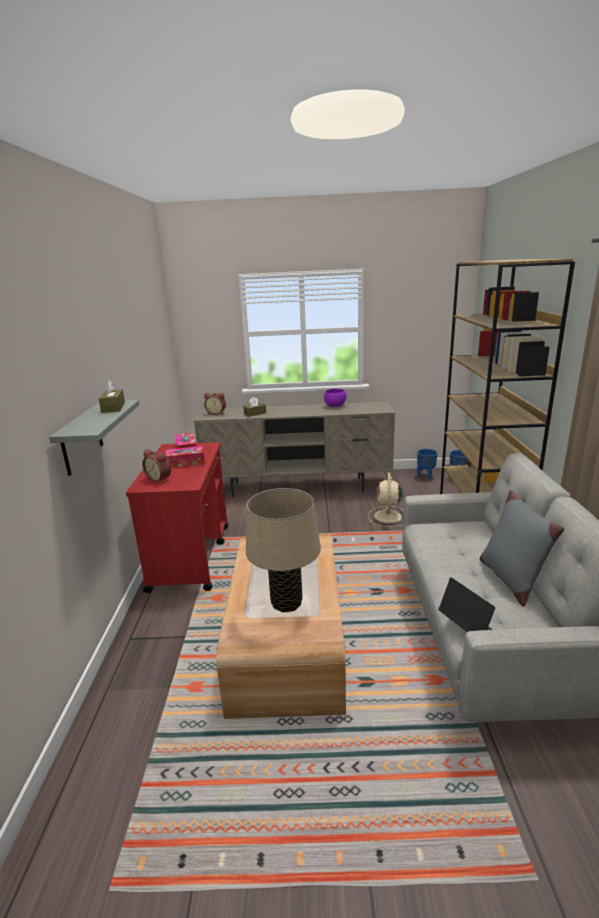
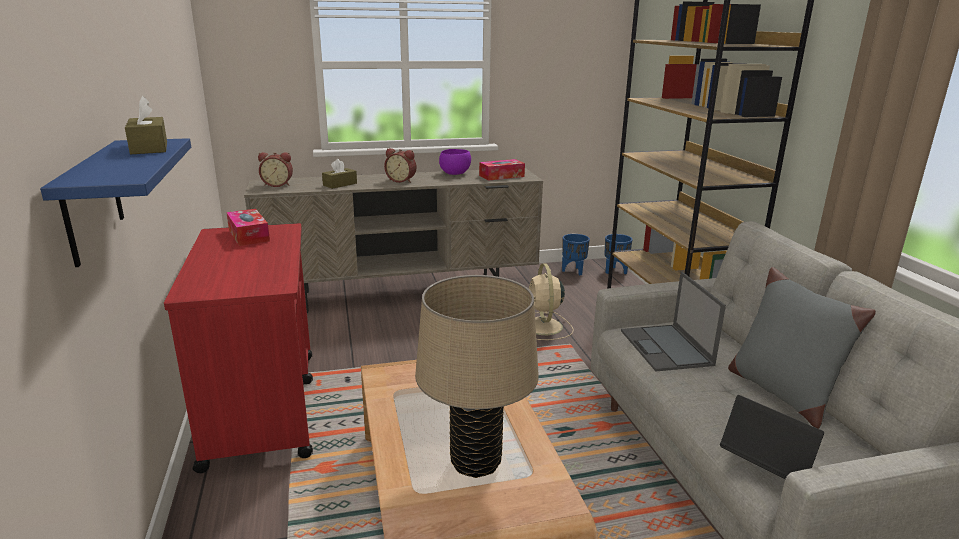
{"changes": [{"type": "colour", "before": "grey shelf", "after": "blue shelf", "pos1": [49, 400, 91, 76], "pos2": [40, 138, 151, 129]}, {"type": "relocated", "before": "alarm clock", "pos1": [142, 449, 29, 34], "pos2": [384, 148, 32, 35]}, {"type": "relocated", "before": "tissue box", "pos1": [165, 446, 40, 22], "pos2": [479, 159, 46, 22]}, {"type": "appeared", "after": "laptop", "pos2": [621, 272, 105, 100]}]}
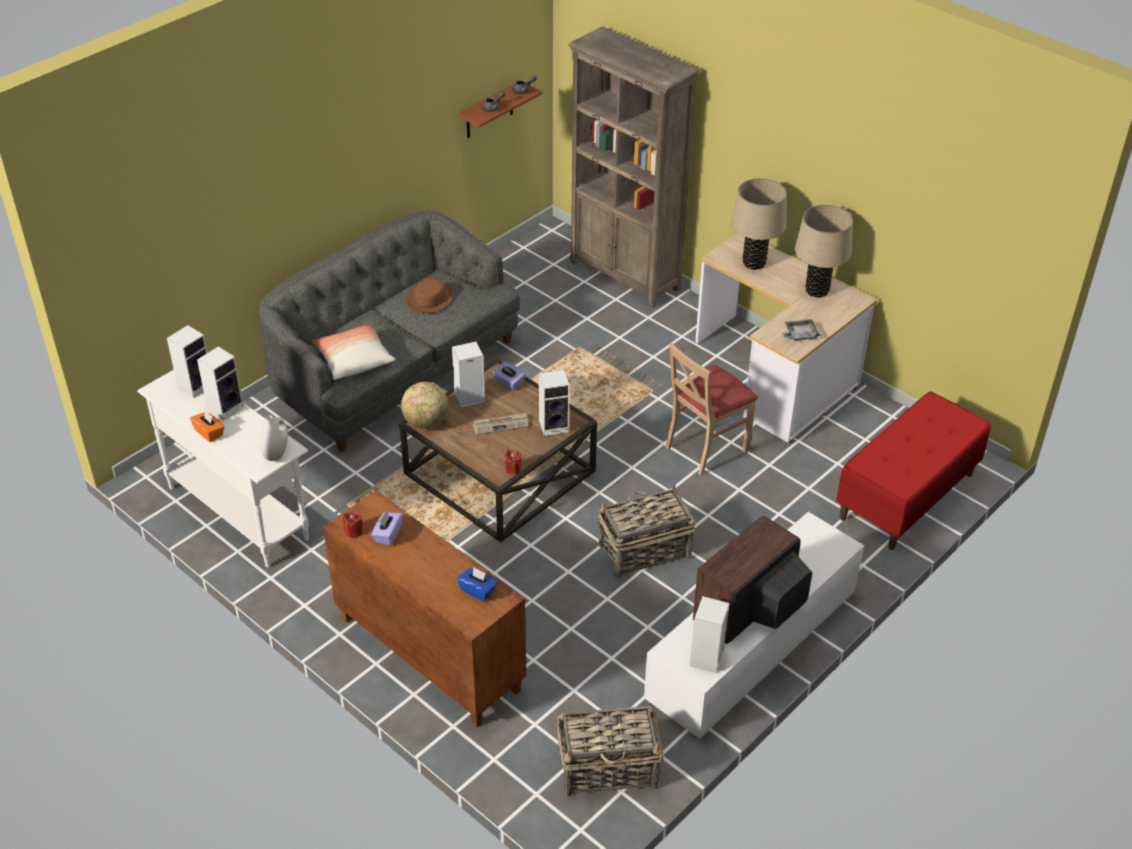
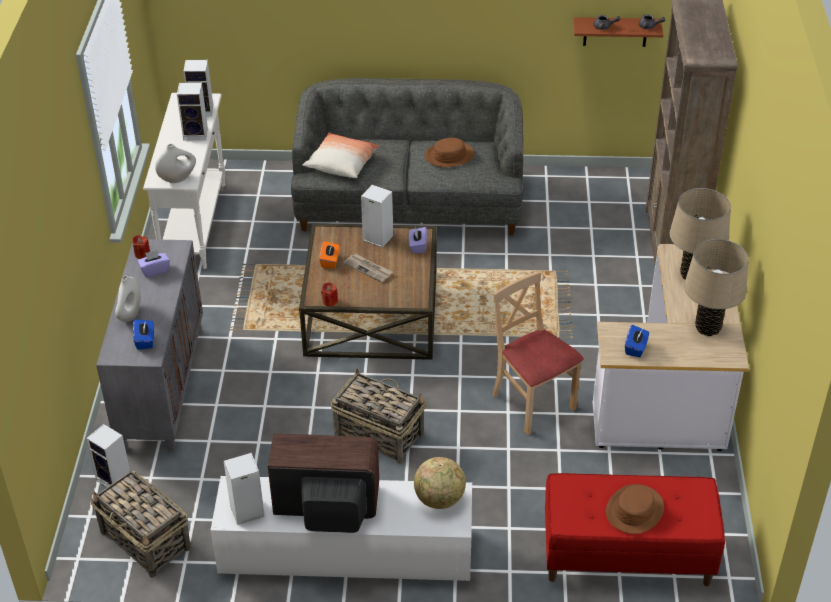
{"changes": [{"type": "relocated", "before": "orange tissue box", "pos1": [190, 410, 35, 32], "pos2": [319, 241, 20, 27]}, {"type": "colour", "before": "brown cabinet", "after": "grey cabinet", "pos1": [323, 491, 203, 236], "pos2": [96, 239, 107, 213]}, {"type": "relocated", "before": "globe", "pos1": [401, 382, 47, 47], "pos2": [414, 457, 52, 52]}, {"type": "relocated", "before": "speaker", "pos1": [539, 370, 31, 66], "pos2": [86, 424, 44, 63]}, {"type": "spun", "before": "beige chair", "pos1": [666, 343, 92, 132], "pos2": [493, 272, 91, 163], "turn": 45}, {"type": "exchanged", "before": "grey tray", "after": "blue tissue box", "pos1": [782, 319, 38, 22], "pos2": [625, 325, 24, 32]}, {"type": "appeared", "after": "white vase", "pos2": [115, 275, 26, 47]}, {"type": "appeared", "after": "brown hat", "pos2": [606, 484, 58, 50]}]}
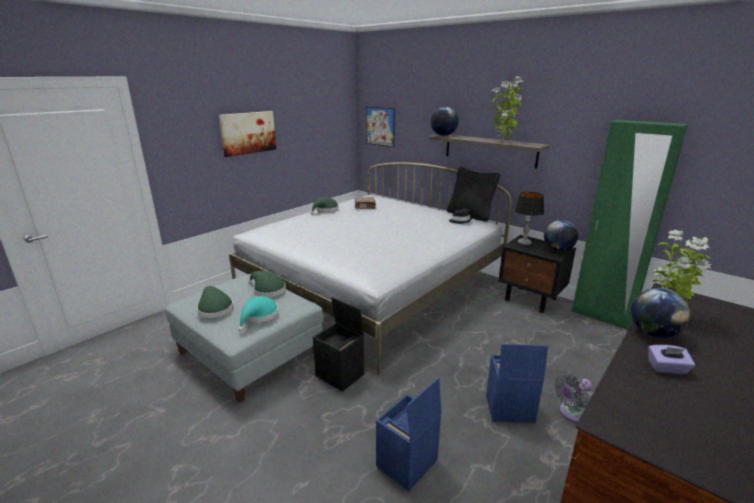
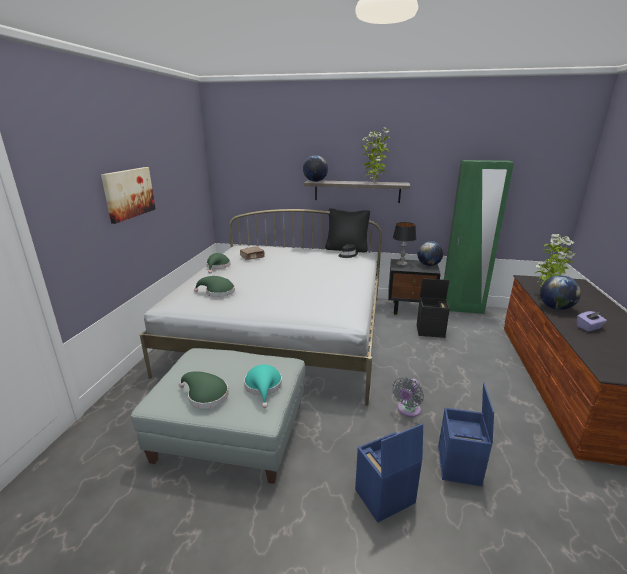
{"changes": [{"type": "relocated", "before": "green hat", "pos1": [248, 271, 38, 26], "pos2": [194, 276, 41, 21]}, {"type": "relocated", "before": "black storage box", "pos1": [313, 297, 51, 95], "pos2": [417, 278, 33, 60]}, {"type": "missing", "before": "picture", "pos1": [366, 107, 29, 40]}, {"type": "relocated", "before": "blue storage box", "pos1": [486, 344, 62, 79], "pos2": [355, 424, 68, 99]}, {"type": "relocated", "before": "grey fan", "pos1": [554, 371, 38, 52], "pos2": [392, 377, 32, 40]}]}
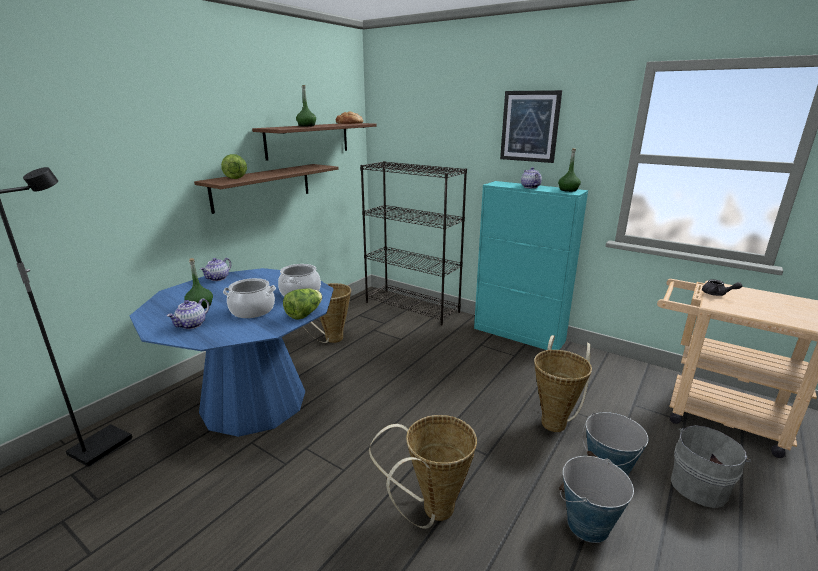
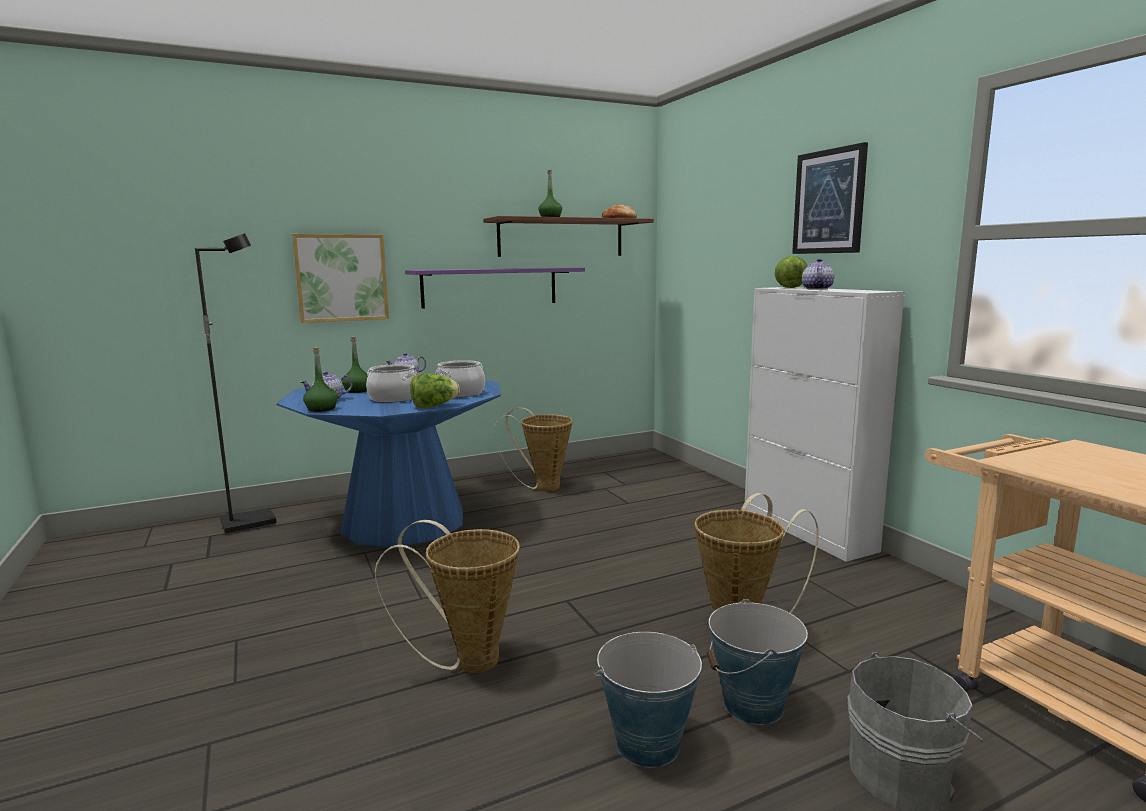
{"changes": [{"type": "colour", "before": "brown shelf", "after": "purple shelf", "pos1": [194, 164, 144, 50], "pos2": [405, 267, 180, 41]}, {"type": "relocated", "before": "lettuce", "pos1": [221, 154, 26, 25], "pos2": [775, 256, 33, 32]}, {"type": "missing", "before": "black bookcase", "pos1": [360, 161, 107, 164]}, {"type": "colour", "before": "turquoise cabinet", "after": "white cabinet", "pos1": [474, 181, 114, 169], "pos2": [745, 287, 160, 275]}, {"type": "relocated", "before": "green bottle", "pos1": [558, 148, 23, 44], "pos2": [303, 347, 35, 65]}, {"type": "missing", "before": "grey teapot", "pos1": [702, 279, 40, 17]}, {"type": "appeared", "after": "picture", "pos2": [292, 234, 97, 89]}]}
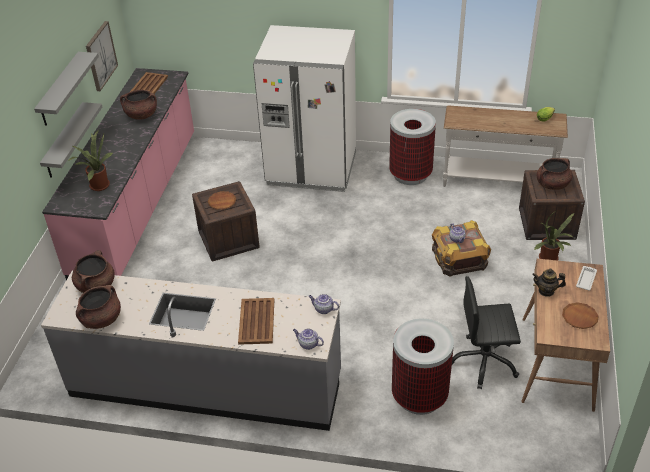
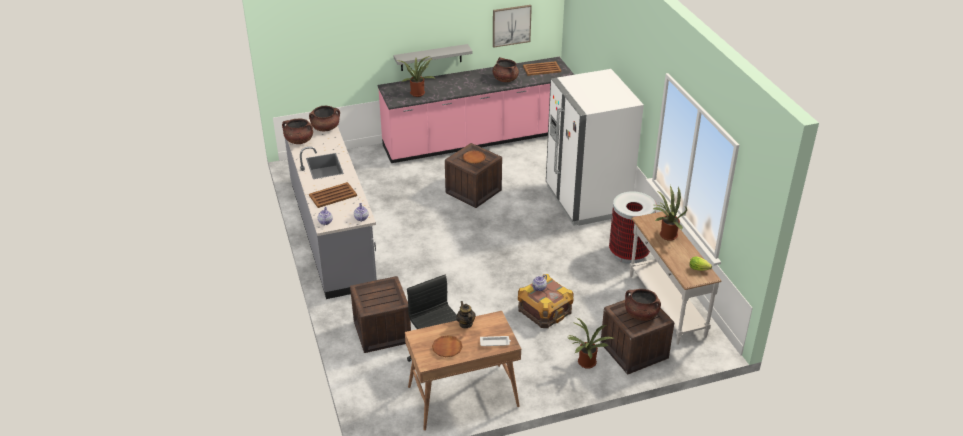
{"changes": [{"type": "missing", "before": "grey shelf", "pos1": [34, 52, 65, 74]}, {"type": "exchanged", "before": "trash can", "after": "crate", "pos1": [392, 318, 62, 97], "pos2": [350, 276, 61, 77]}, {"type": "appeared", "after": "potted plant", "pos2": [653, 186, 34, 55]}]}
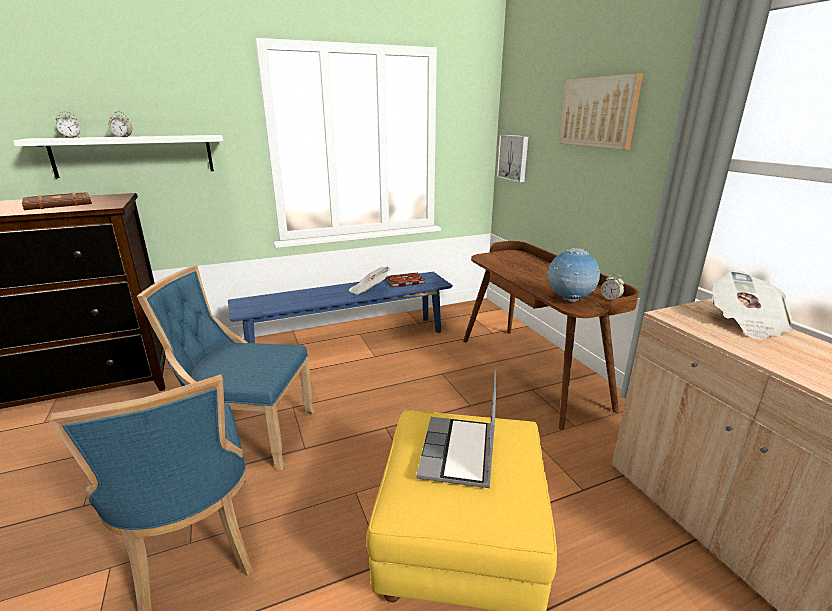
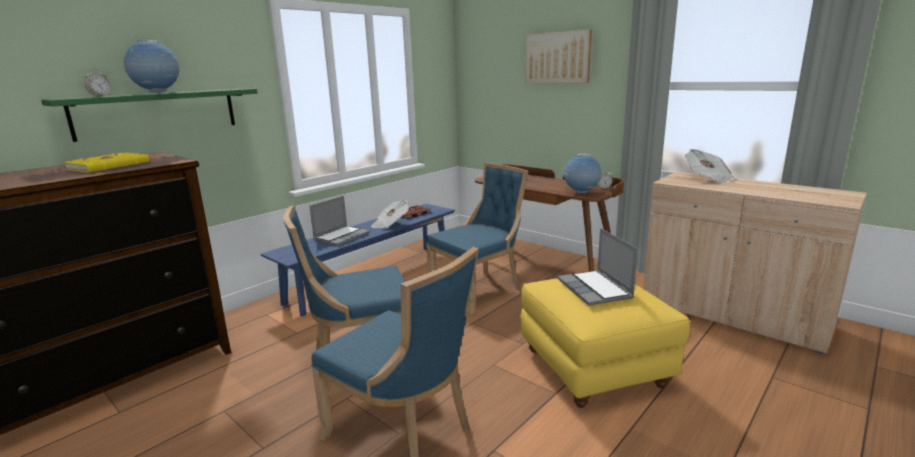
{"changes": [{"type": "colour", "before": "white shelf", "after": "green shelf", "pos1": [13, 135, 210, 43], "pos2": [41, 89, 217, 53]}, {"type": "colour", "before": "brown book", "after": "yellow book", "pos1": [22, 192, 70, 18], "pos2": [63, 152, 87, 21]}, {"type": "exchanged", "before": "alarm clock", "after": "globe", "pos1": [108, 111, 24, 26], "pos2": [124, 40, 55, 53]}, {"type": "missing", "before": "picture", "pos1": [497, 135, 31, 47]}, {"type": "appeared", "after": "laptop", "pos2": [309, 196, 61, 50]}, {"type": "appeared", "after": "blue chair", "pos2": [426, 163, 102, 151]}]}
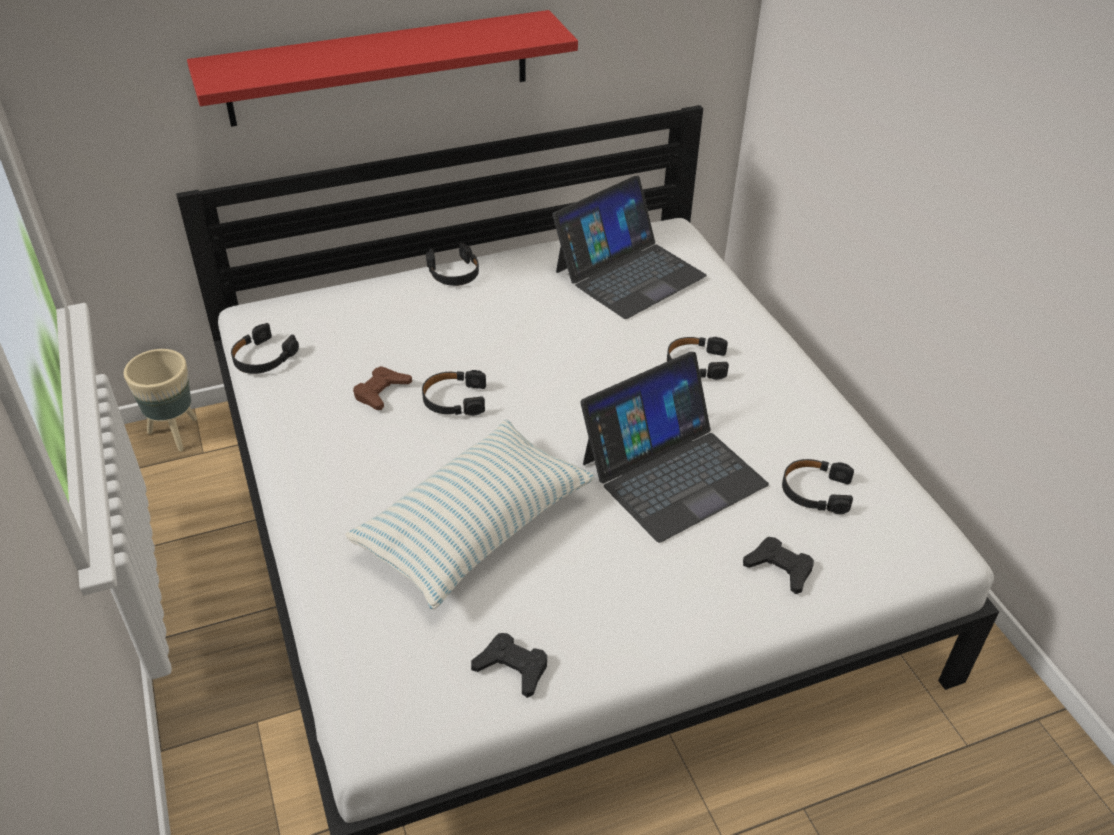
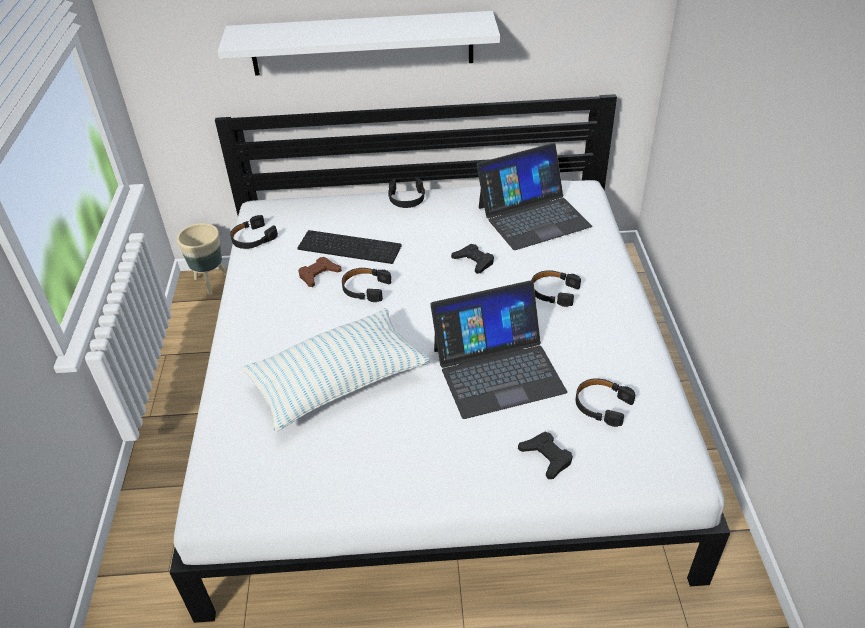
{"changes": [{"type": "colour", "before": "red shelf", "after": "white shelf", "pos1": [187, 10, 391, 117], "pos2": [218, 11, 282, 65]}, {"type": "relocated", "before": "black game controller", "pos1": [471, 633, 76, 65], "pos2": [451, 244, 43, 30]}, {"type": "appeared", "after": "keyboard", "pos2": [298, 230, 104, 34]}]}
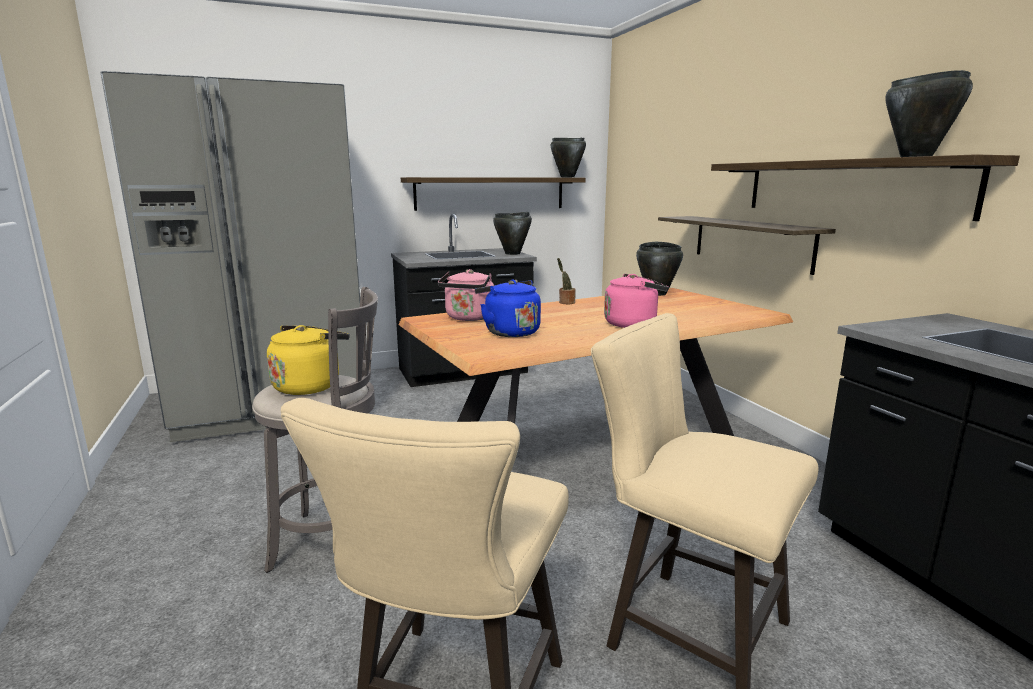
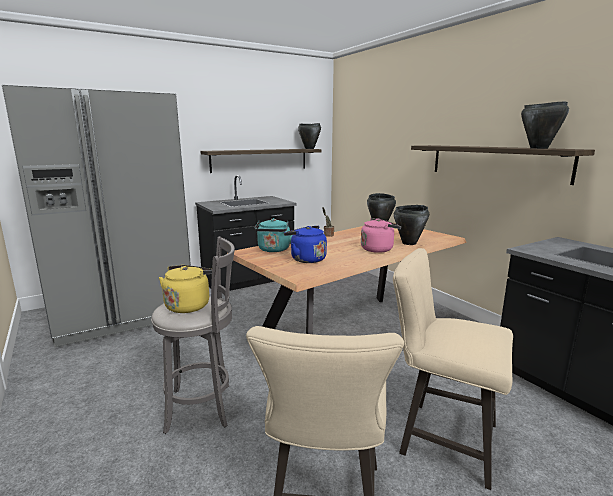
{"changes": [{"type": "colour", "before": "pink kettle", "after": "turquoise kettle", "pos1": [438, 269, 56, 52], "pos2": [254, 218, 38, 34]}, {"type": "relocated", "before": "black cooking pot", "pos1": [493, 212, 39, 43], "pos2": [394, 205, 35, 40]}, {"type": "missing", "before": "shelf", "pos1": [658, 216, 178, 59]}]}
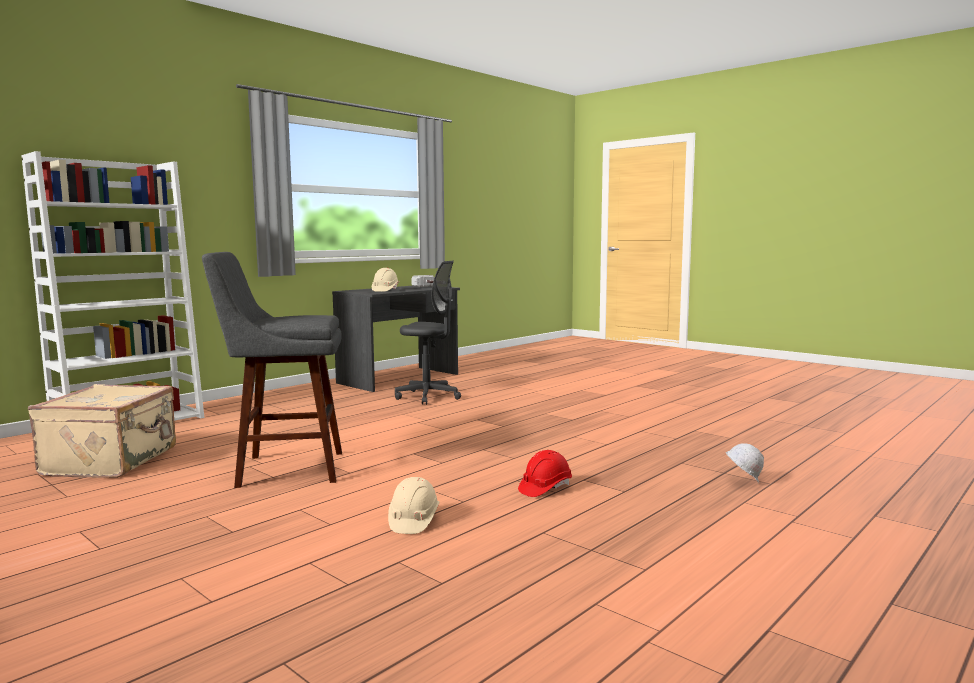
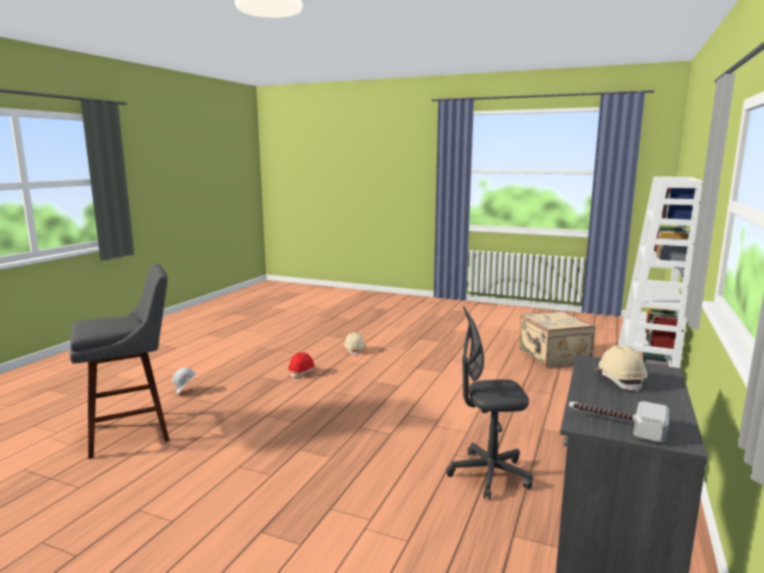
{"changes": [{"type": "relocated", "before": "grey stool", "pos1": [202, 252, 140, 236], "pos2": [70, 264, 100, 195]}]}
